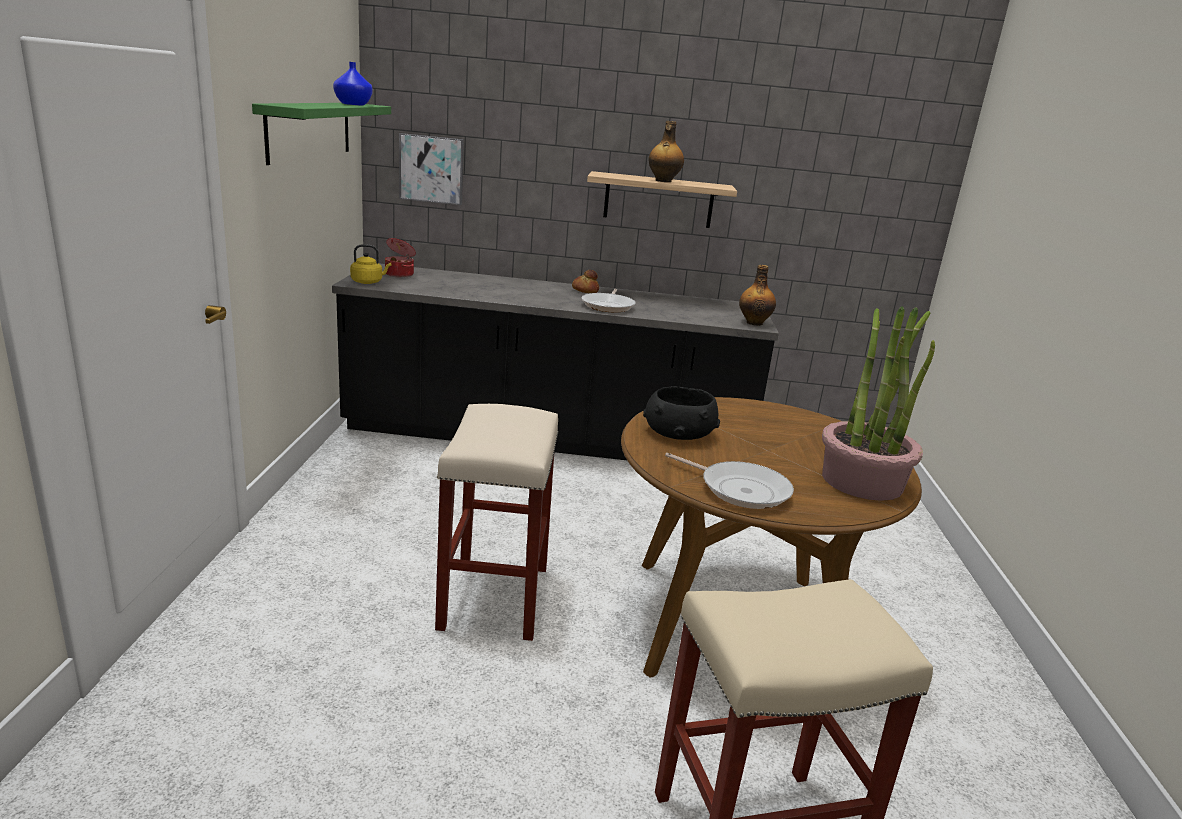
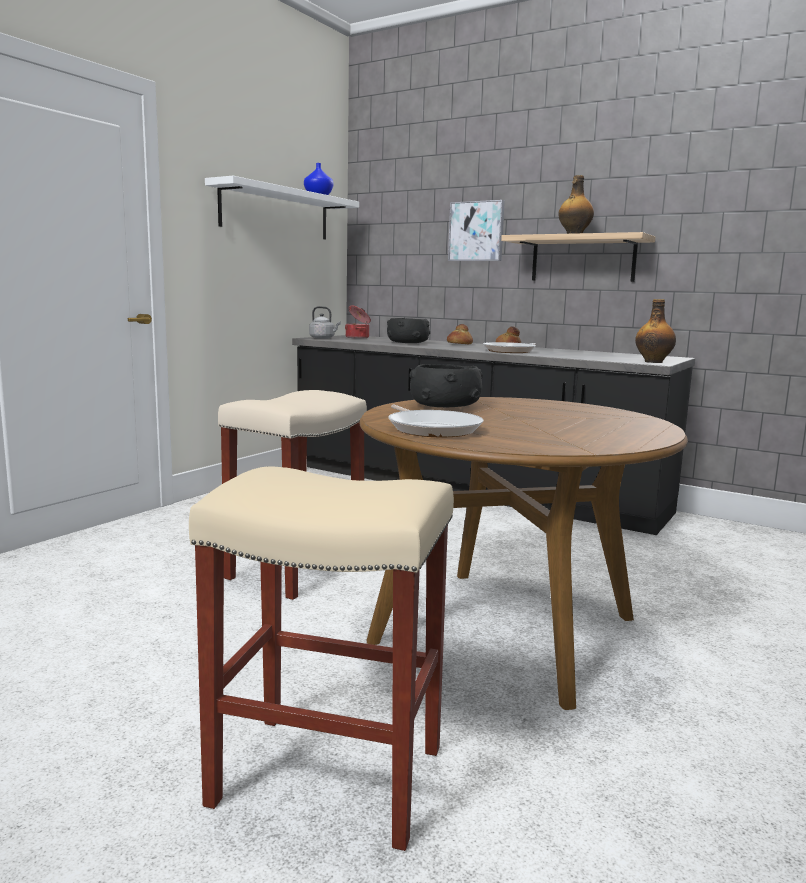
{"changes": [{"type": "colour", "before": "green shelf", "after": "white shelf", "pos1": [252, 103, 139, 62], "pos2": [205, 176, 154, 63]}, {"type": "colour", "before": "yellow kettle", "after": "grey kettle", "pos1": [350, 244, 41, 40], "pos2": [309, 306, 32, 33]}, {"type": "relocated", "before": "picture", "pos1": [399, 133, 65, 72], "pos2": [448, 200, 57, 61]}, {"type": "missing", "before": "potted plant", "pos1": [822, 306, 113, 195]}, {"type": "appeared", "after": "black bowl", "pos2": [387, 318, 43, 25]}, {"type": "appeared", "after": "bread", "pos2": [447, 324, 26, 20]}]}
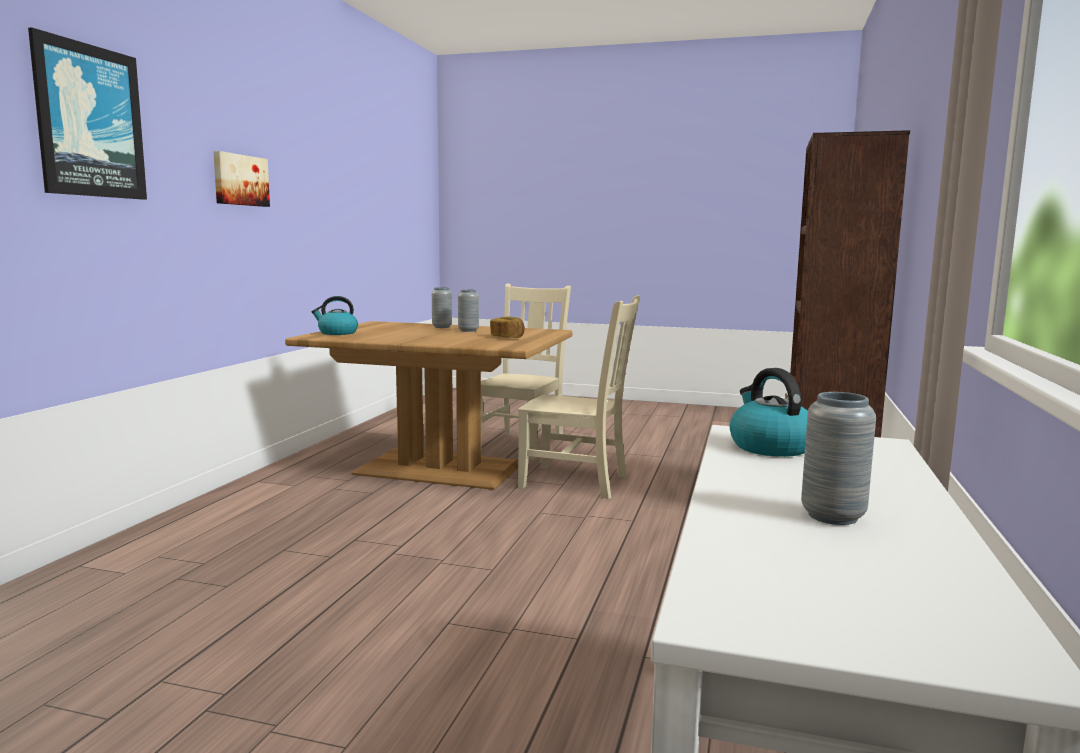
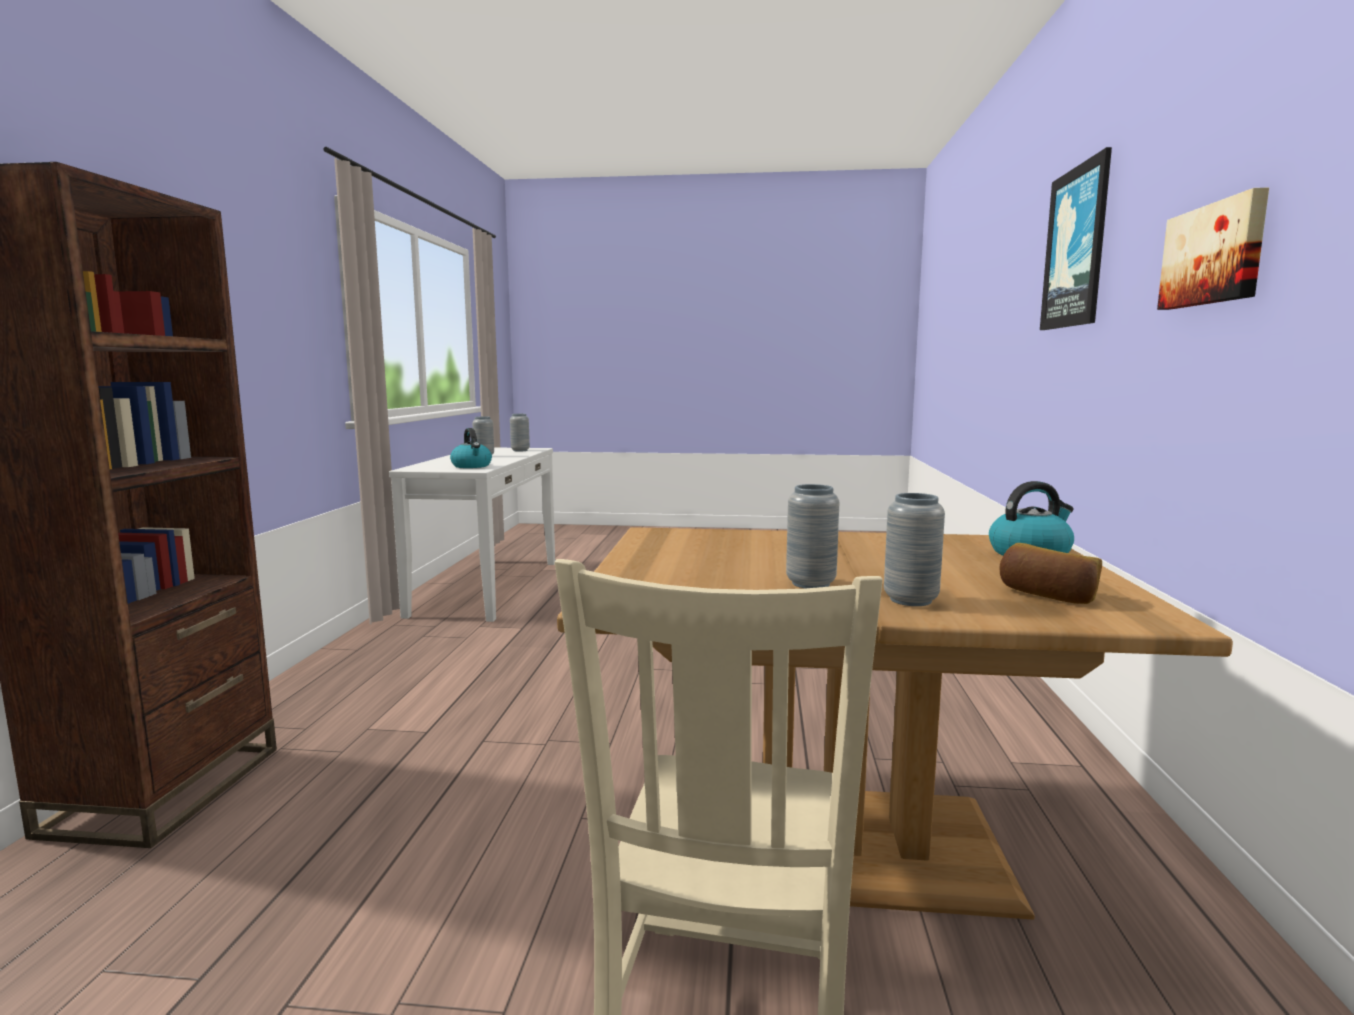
{"changes": [{"type": "relocated", "before": "bread", "pos1": [490, 317, 35, 21], "pos2": [999, 543, 103, 61]}, {"type": "missing", "before": "beige chair", "pos1": [518, 295, 122, 204]}, {"type": "appeared", "after": "grey vase", "pos2": [510, 414, 20, 38]}]}
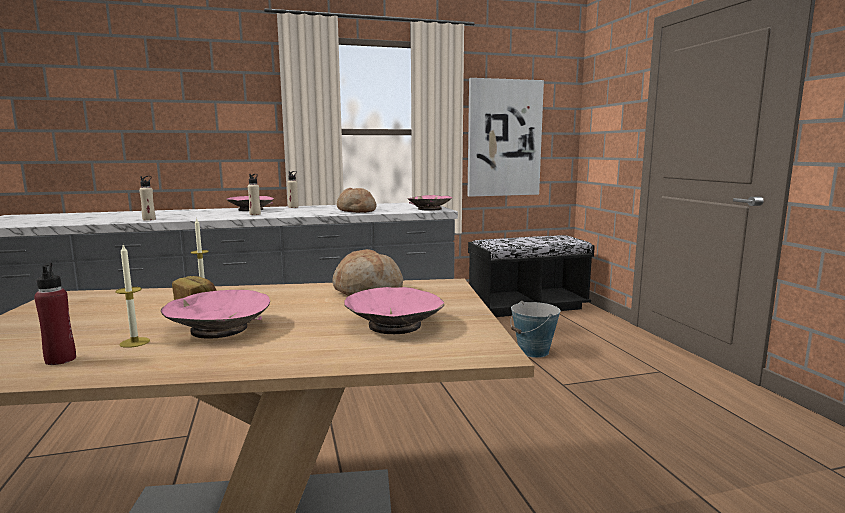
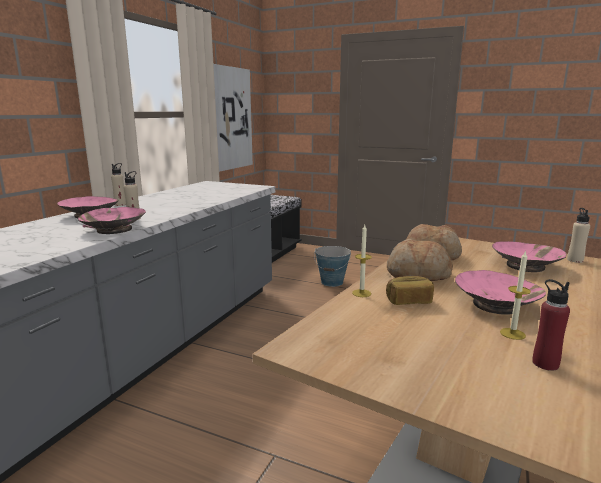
{"changes": [{"type": "relocated", "before": "beige bottle", "pos1": [139, 176, 17, 45], "pos2": [567, 208, 23, 55]}, {"type": "relocated", "before": "bread", "pos1": [337, 188, 40, 25], "pos2": [387, 239, 66, 42]}, {"type": "relocated", "before": "pink bowl", "pos1": [407, 195, 46, 16], "pos2": [78, 207, 68, 27]}]}
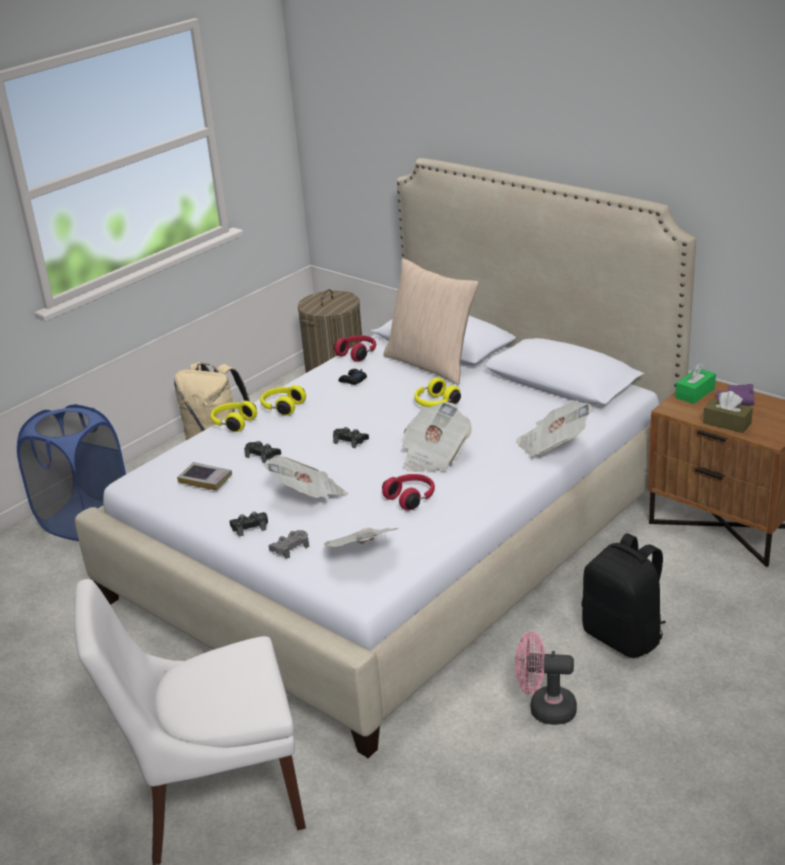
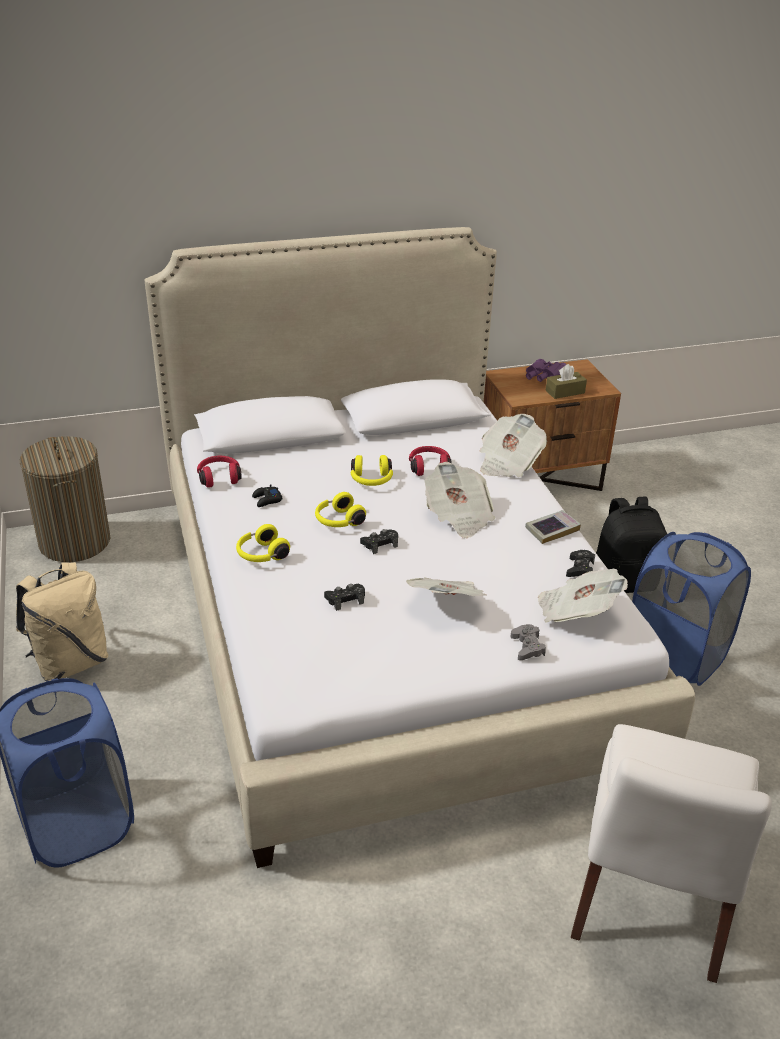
{"changes": [{"type": "relocated", "before": "book", "pos1": [177, 462, 55, 29], "pos2": [525, 510, 56, 34]}, {"type": "relocated", "before": "yellow headphones", "pos1": [210, 401, 47, 31], "pos2": [315, 492, 51, 35]}, {"type": "relocated", "before": "black game controller", "pos1": [230, 512, 38, 25], "pos2": [566, 550, 29, 27]}, {"type": "relocated", "before": "red headphones", "pos1": [382, 474, 53, 37], "pos2": [409, 446, 43, 30]}, {"type": "missing", "before": "beige pillow", "pos1": [383, 258, 96, 127]}, {"type": "exchanged", "before": "pink fan", "after": "blue laundry basket", "pos1": [515, 632, 62, 93], "pos2": [632, 532, 119, 154]}, {"type": "missing", "before": "green tissue box", "pos1": [675, 363, 41, 41]}]}
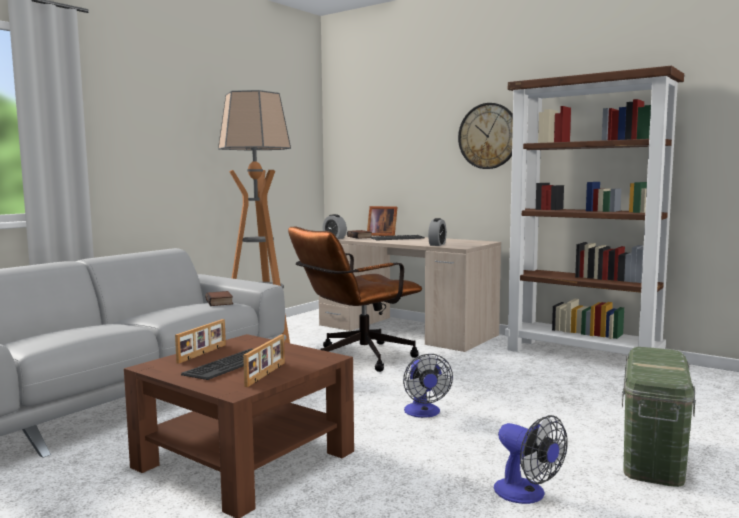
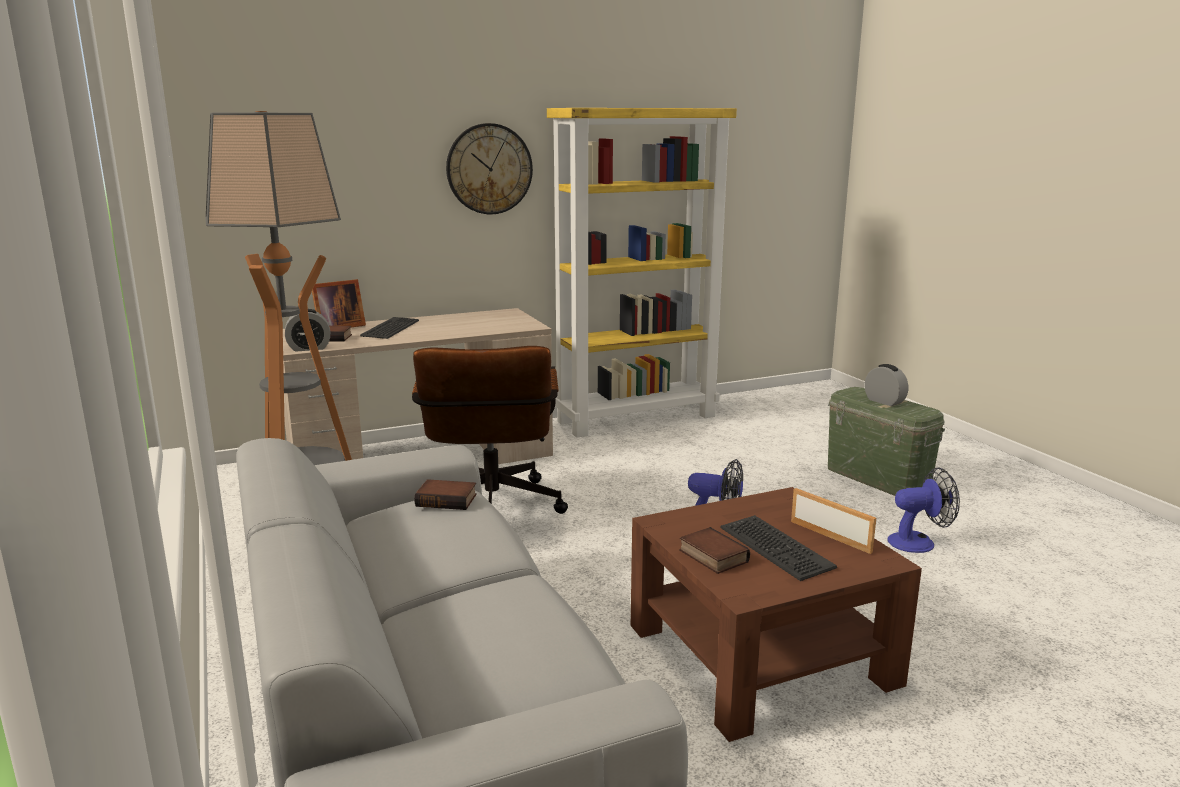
{"changes": [{"type": "exchanged", "before": "picture frame", "after": "book", "pos1": [175, 319, 51, 45], "pos2": [679, 527, 71, 47]}, {"type": "relocated", "before": "alarm clock", "pos1": [428, 218, 18, 28], "pos2": [865, 364, 43, 42]}, {"type": "colour", "before": "brown bookcase", "after": "yellow bookcase", "pos1": [505, 66, 179, 289], "pos2": [547, 108, 190, 330]}]}
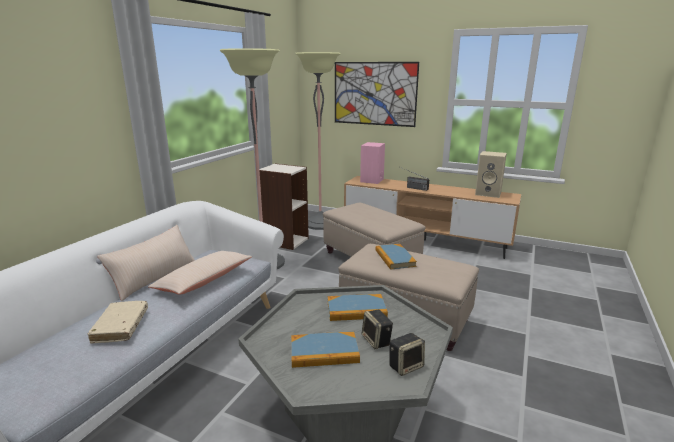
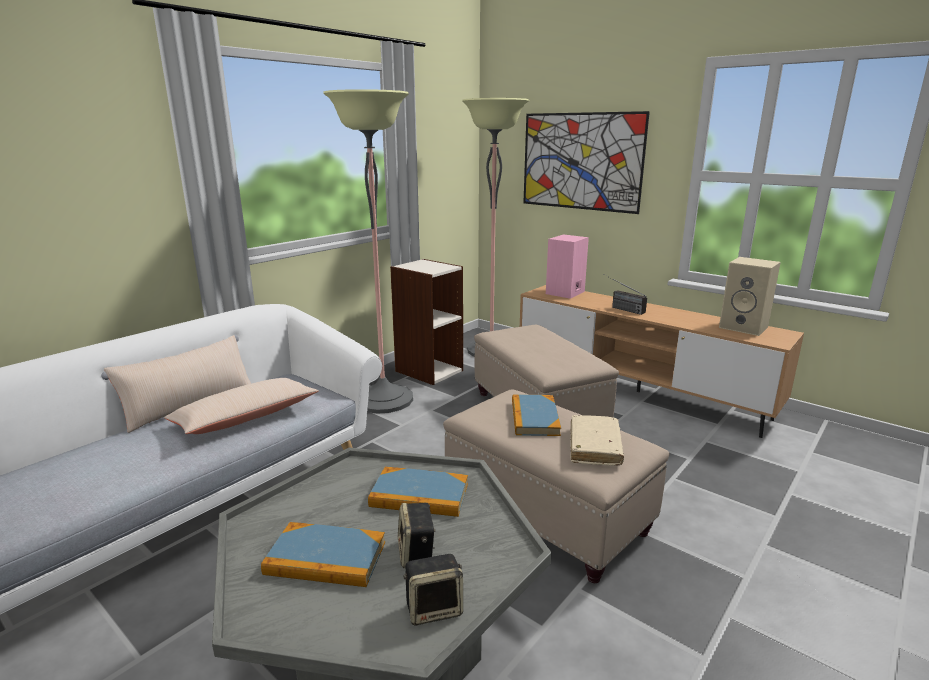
{"changes": [{"type": "relocated", "before": "beige book", "pos1": [87, 301, 61, 43], "pos2": [570, 415, 54, 50]}]}
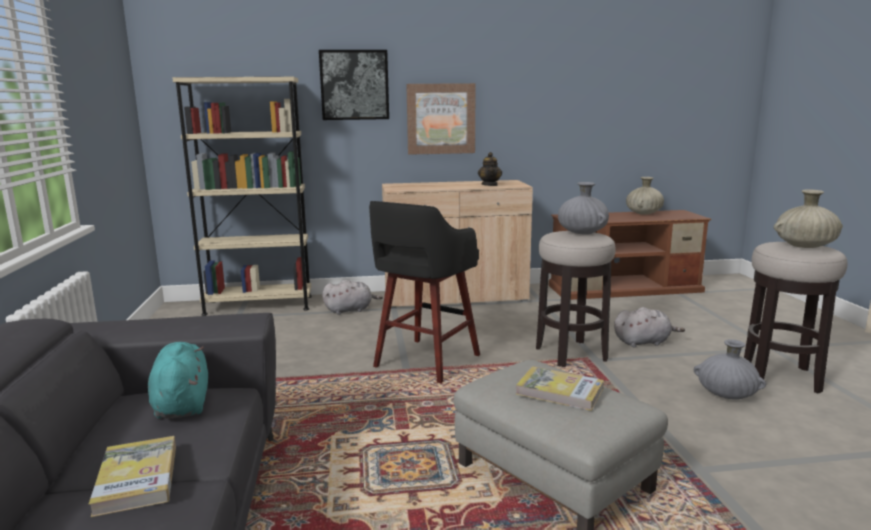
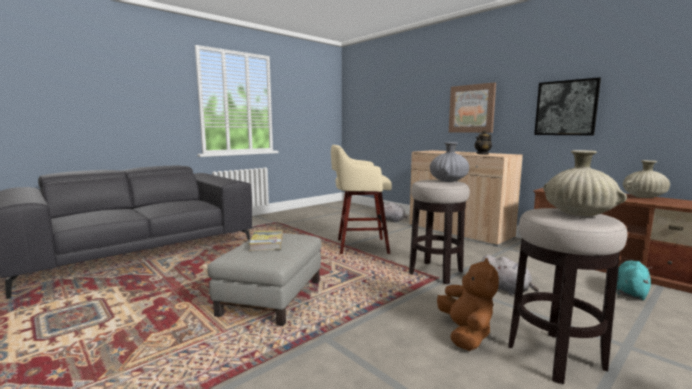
{"changes": [{"type": "missing", "before": "book", "pos1": [89, 436, 87, 81]}, {"type": "relocated", "before": "turquoise plush toy", "pos1": [148, 342, 60, 77], "pos2": [616, 261, 36, 39]}, {"type": "missing", "before": "beige bookcase", "pos1": [172, 77, 140, 239]}, {"type": "relocated", "before": "picture", "pos1": [319, 50, 70, 70], "pos2": [534, 77, 67, 58]}, {"type": "colour", "before": "black stool", "after": "beige stool", "pos1": [369, 201, 111, 182], "pos2": [331, 145, 61, 109]}, {"type": "exchanged", "before": "grey vase", "after": "brown plush toy", "pos1": [694, 339, 72, 61], "pos2": [437, 258, 62, 93]}]}
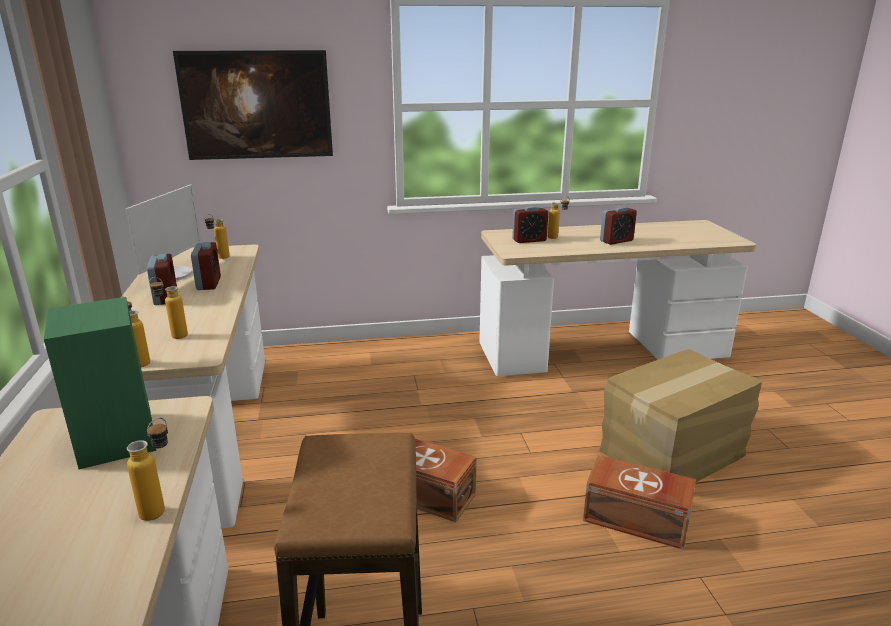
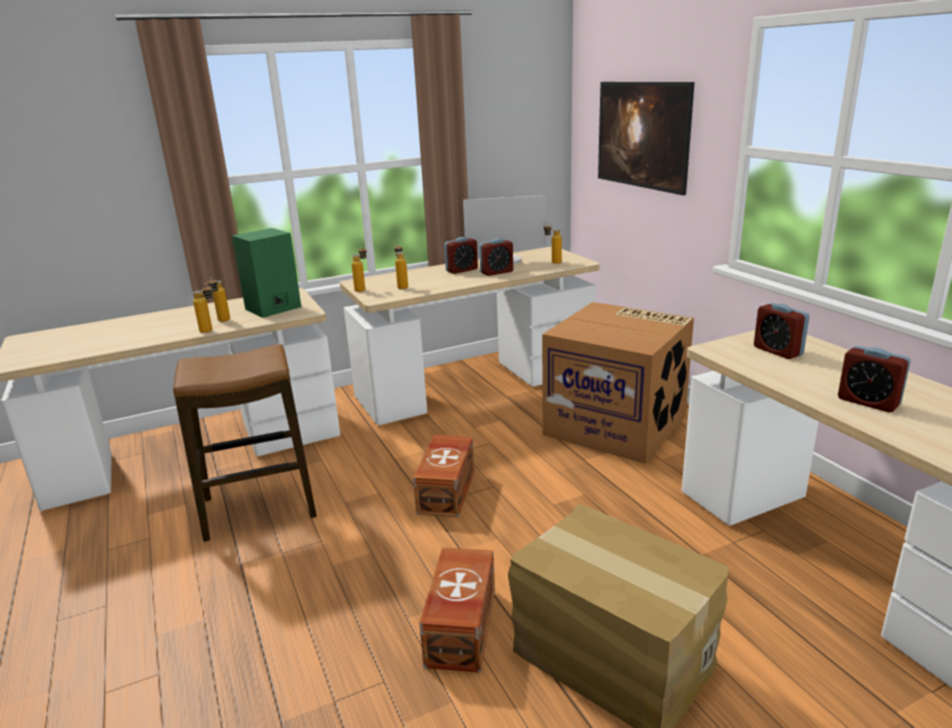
{"changes": [{"type": "relocated", "before": "bottle", "pos1": [548, 196, 22, 43], "pos2": [208, 276, 22, 46]}, {"type": "appeared", "after": "cardboard box", "pos2": [542, 302, 152, 162]}]}
